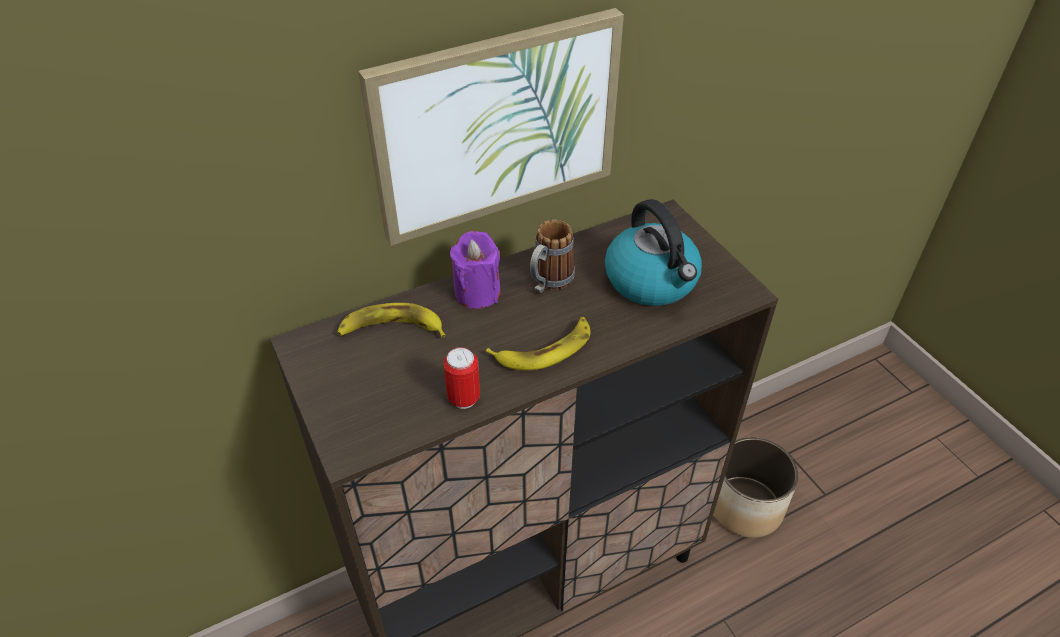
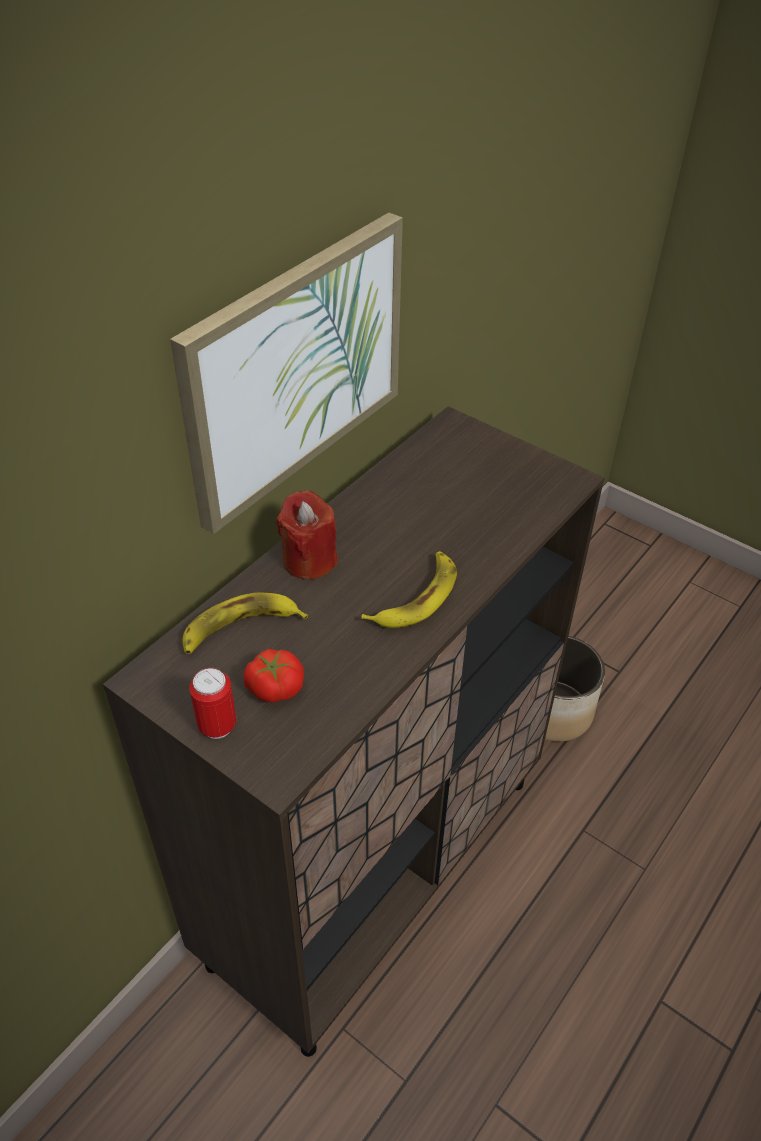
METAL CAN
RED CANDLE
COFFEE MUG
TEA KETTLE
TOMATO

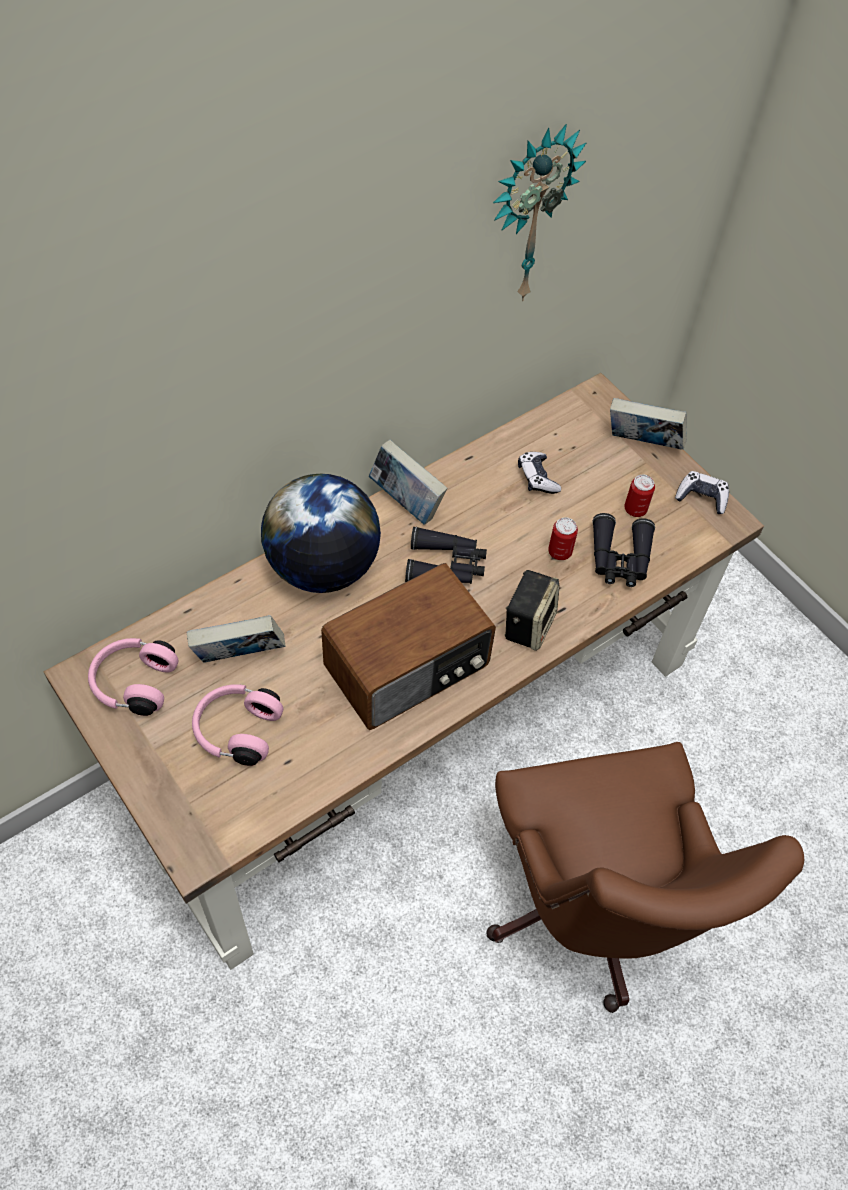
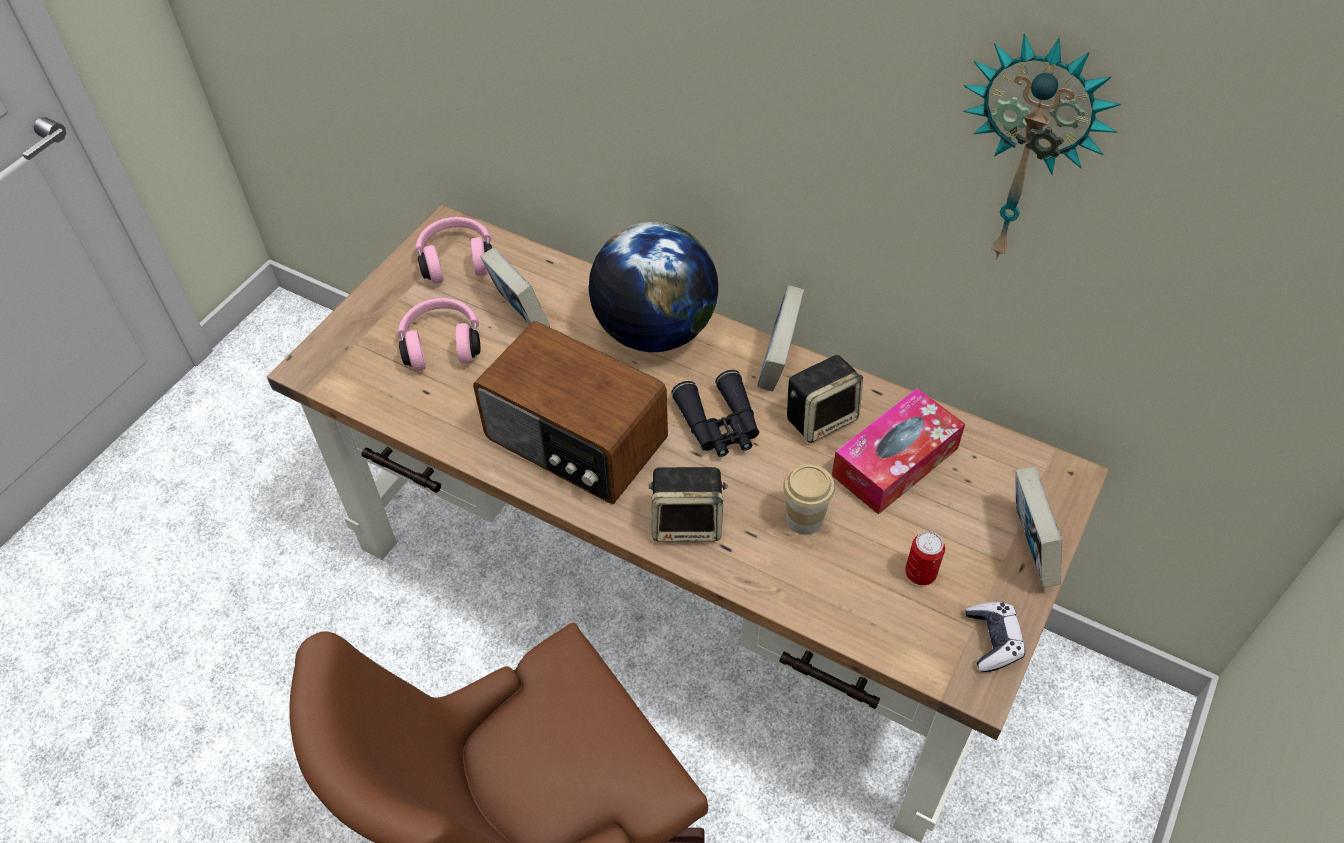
BOX OF TISSUES
SMALL CUP
BLACKISH FIELD GLASSES (no. 2 from left in the first image)
SPEAKER (no. 2 from left)

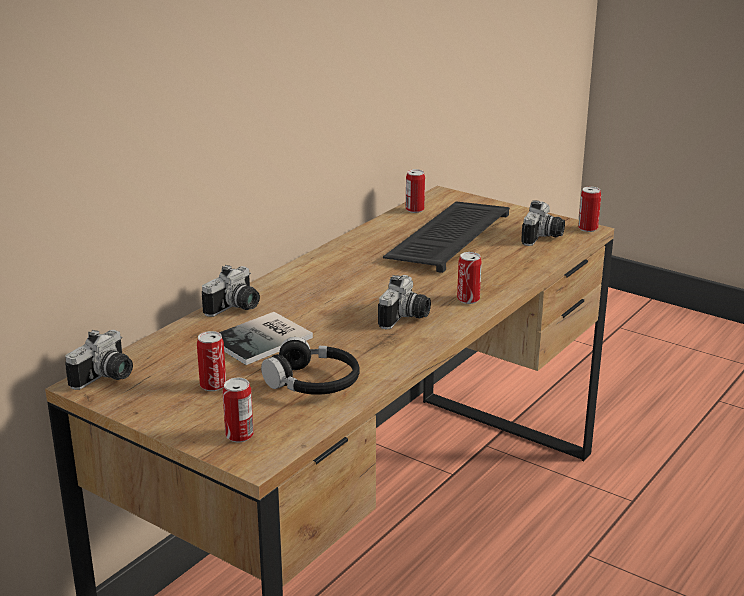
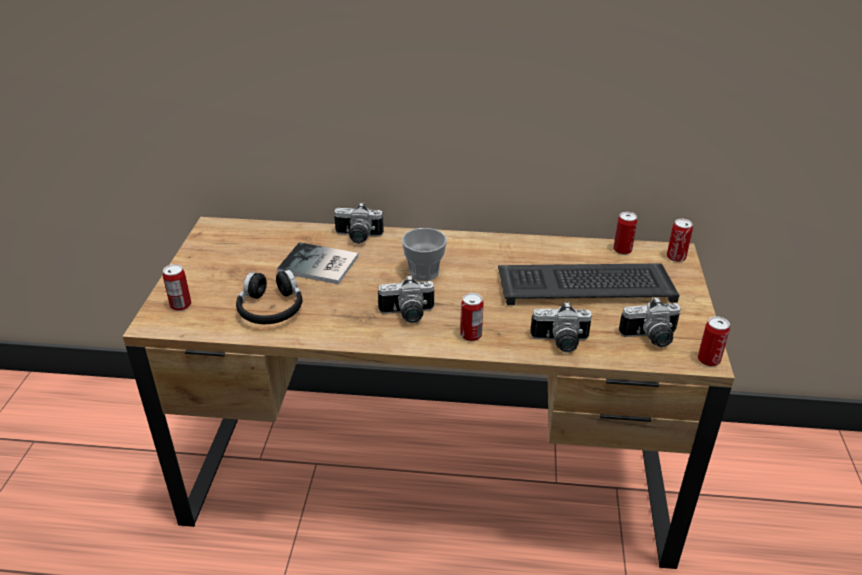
STILL CAMERA (no. 3 from left)
METAL CAN (no. 4 from left)
SMALL CUP

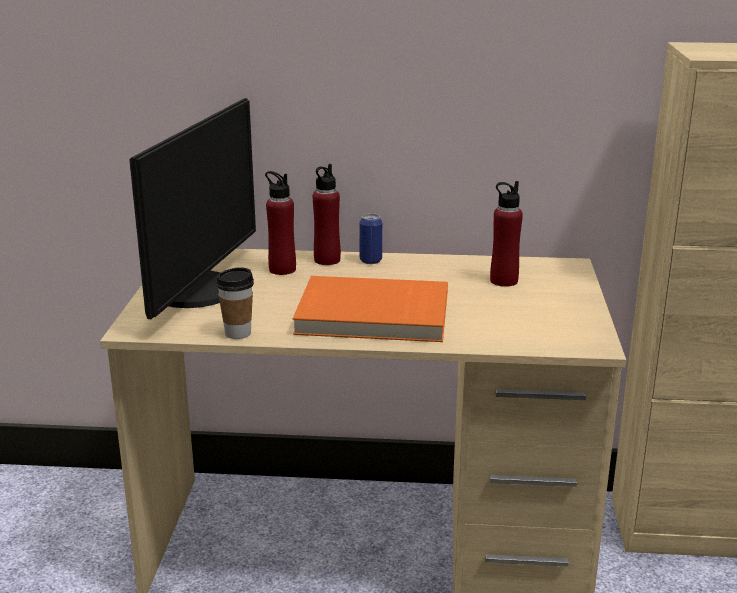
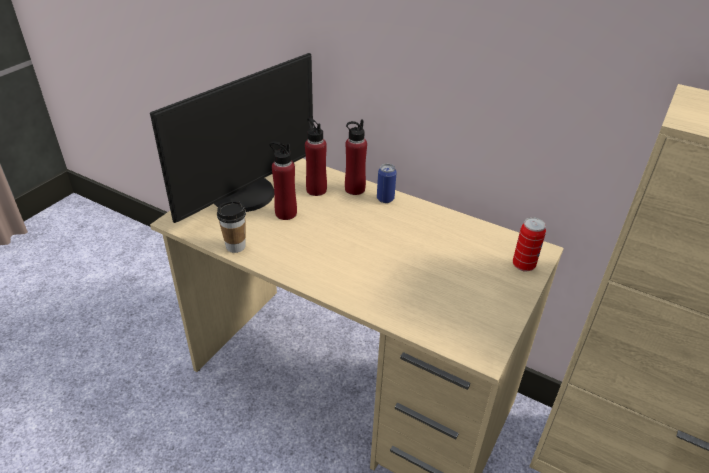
ORANGE VOLUME
RED BOTTLE (no. 1 from left)
METAL CAN (no. 2 from left)

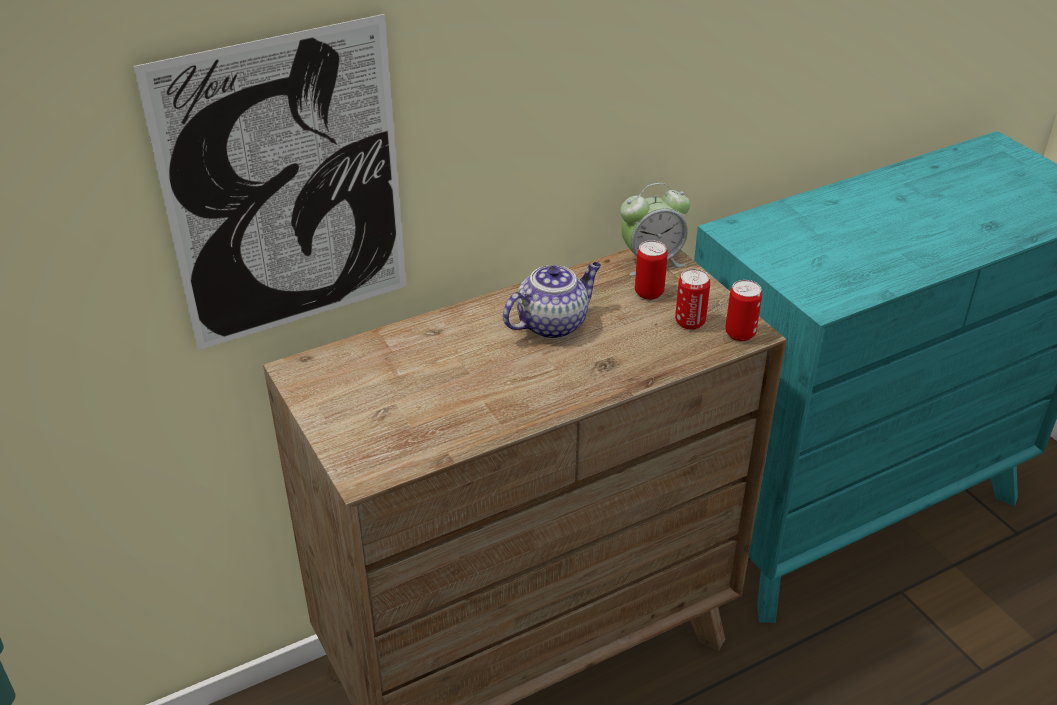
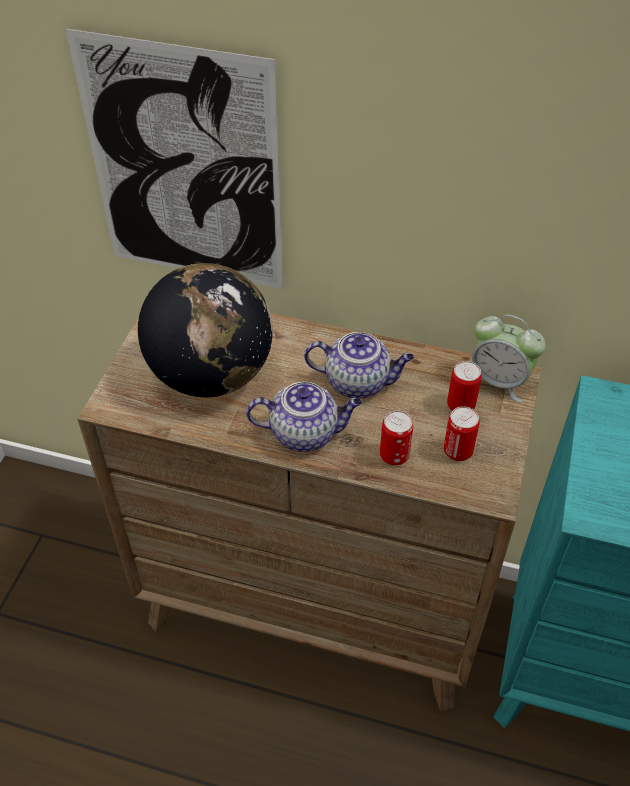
METAL CAN (no. 1 from left)
DESK GLOBE
TEAPOT (no. 1 from left)

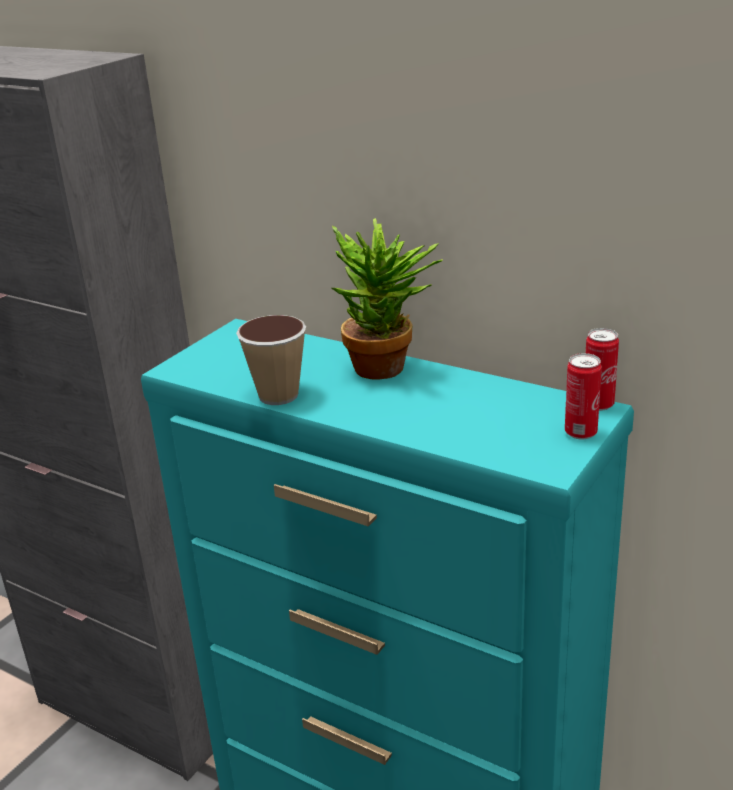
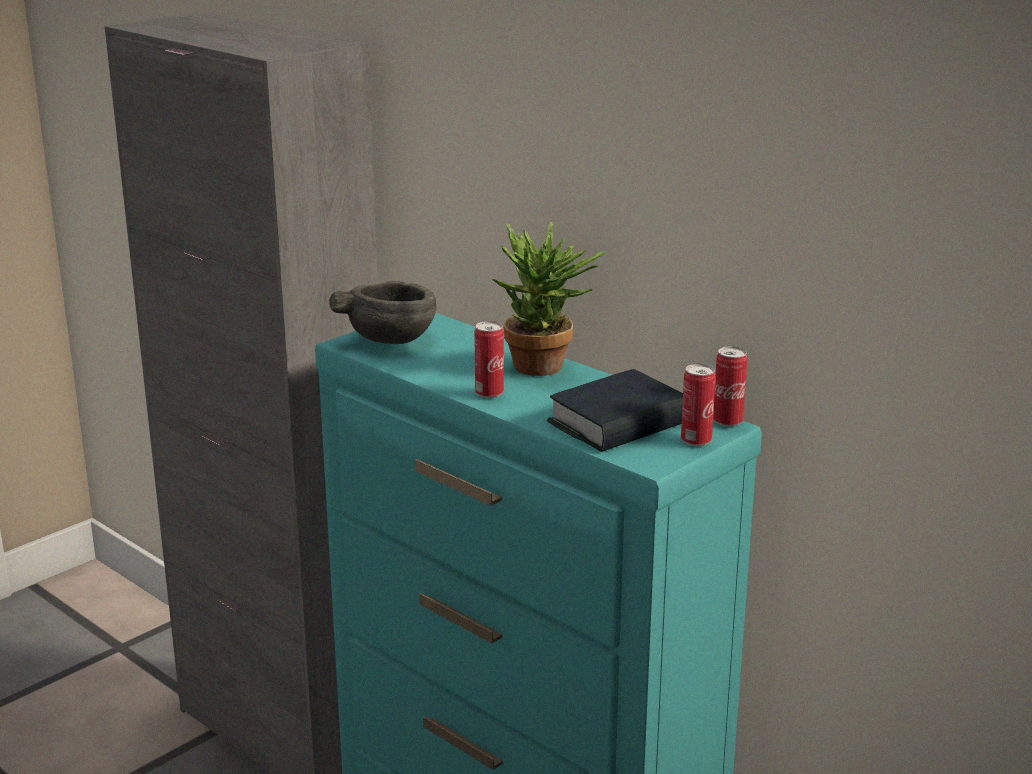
SMALL CUP
GREY DEEP DISH
METAL CAN (no. 1 from left)
VOLUME

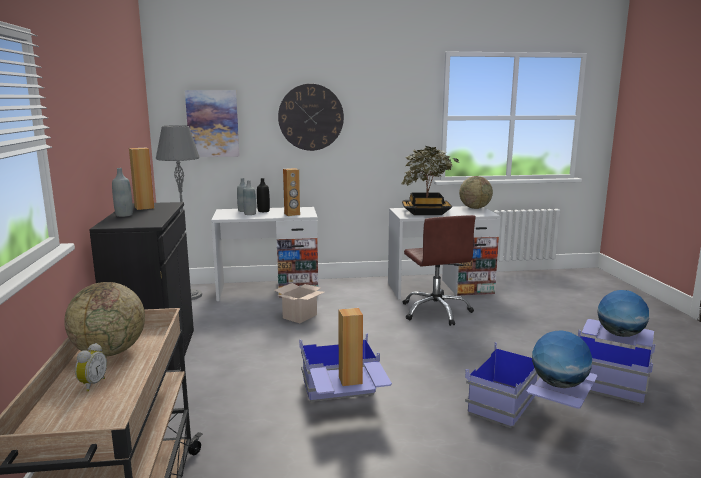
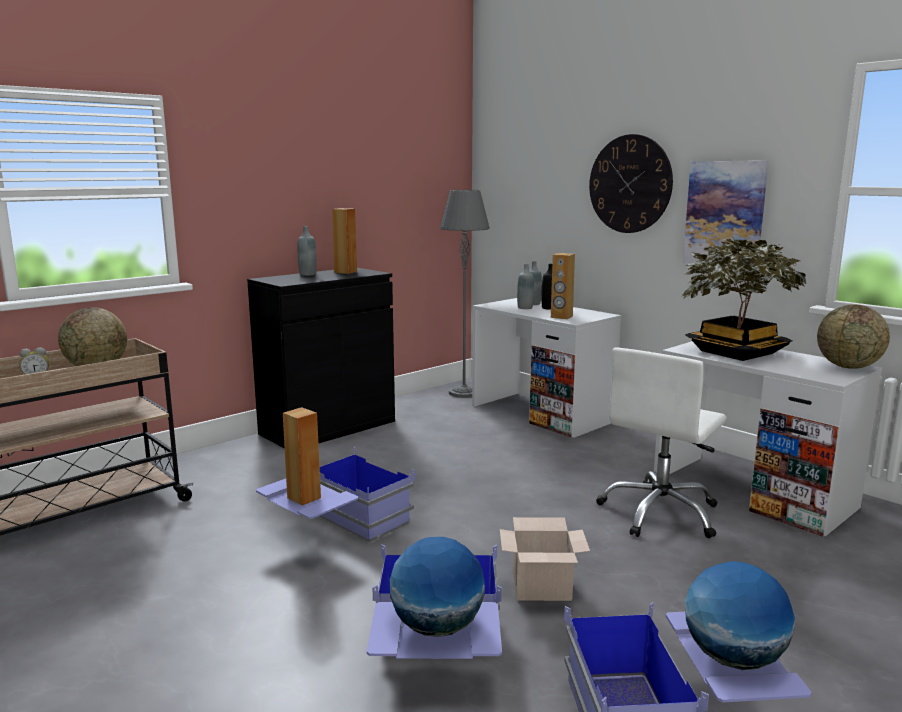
PICTURE
CARTON
WHITE-COLOURED DESK CHAIR

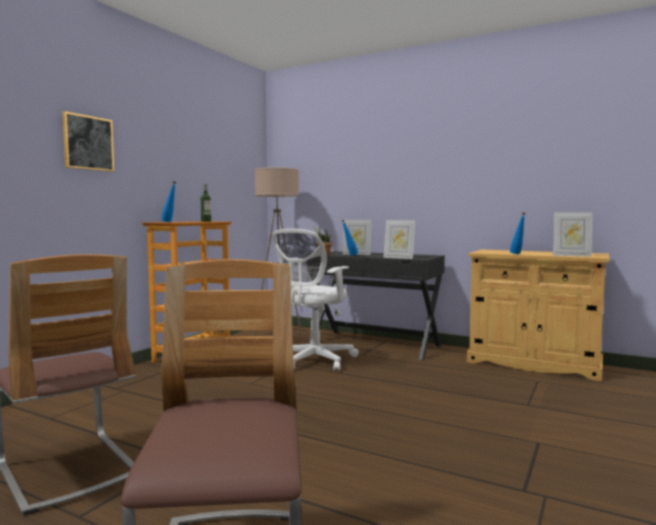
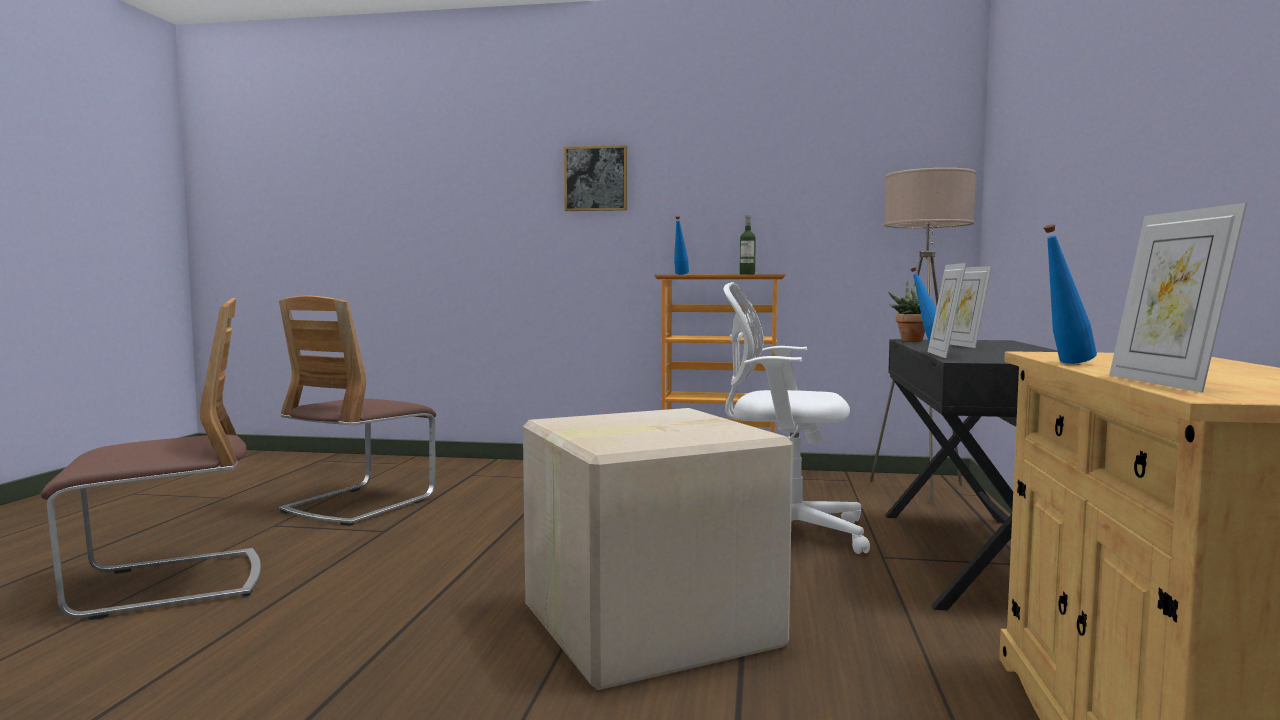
CARTON

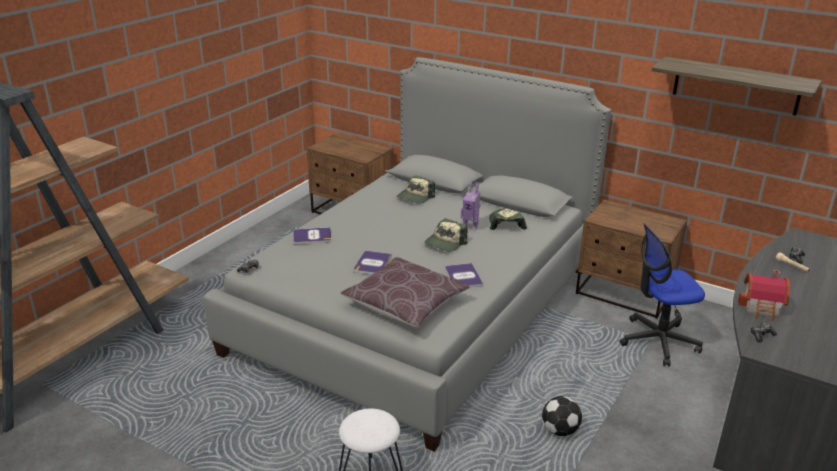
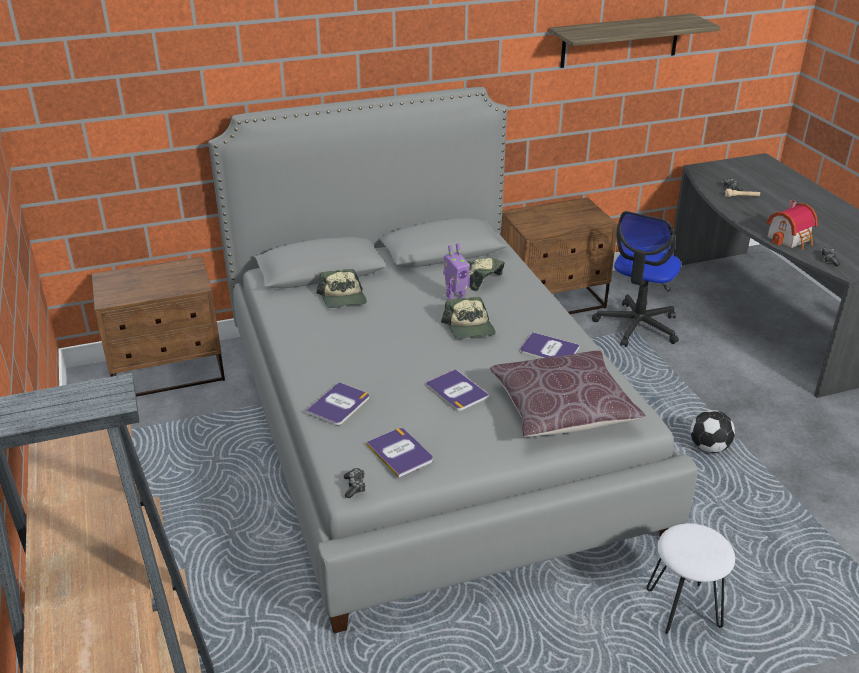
VOLUME (no. 2 from left)

